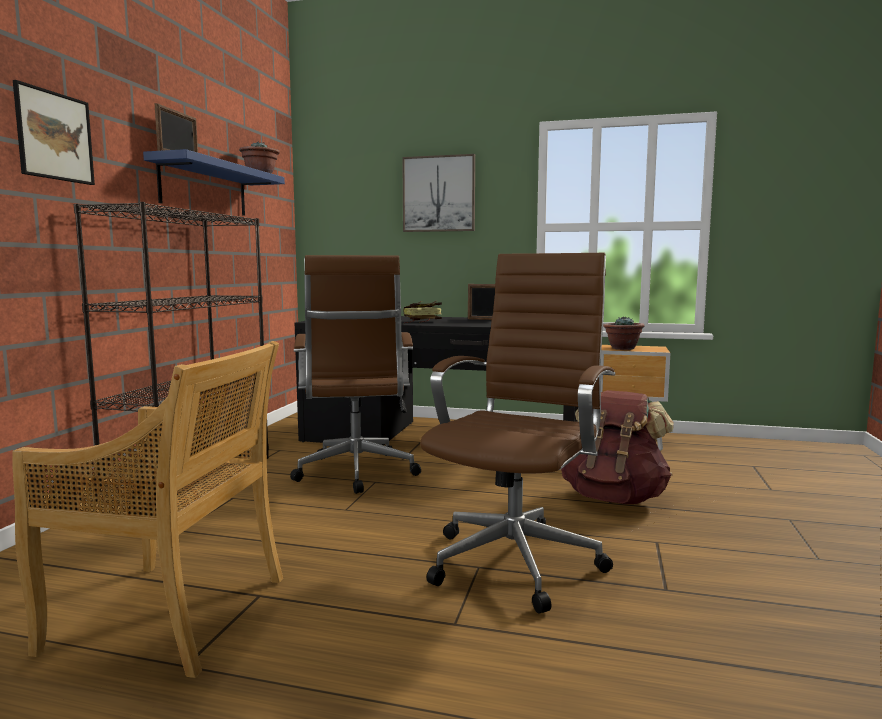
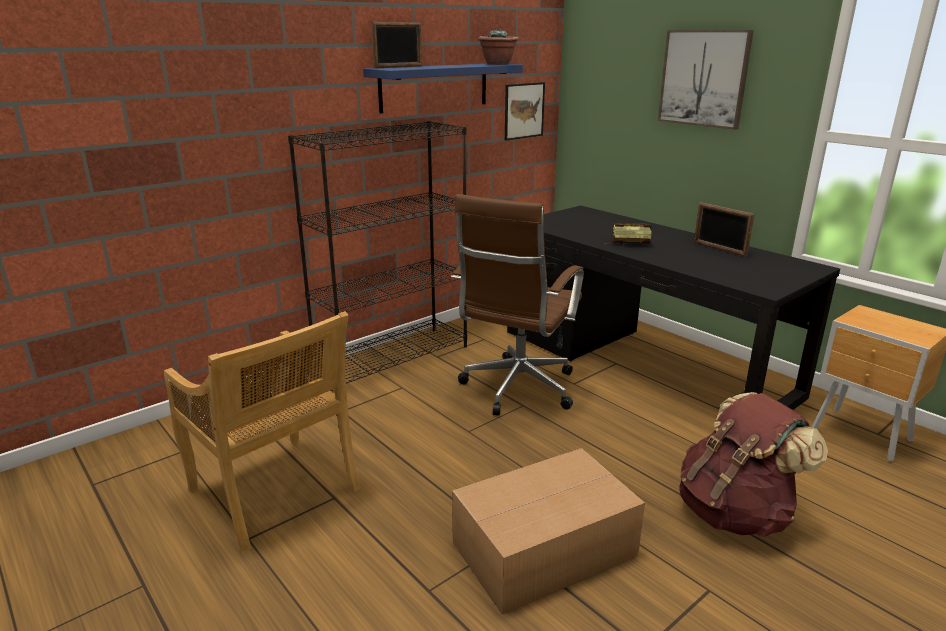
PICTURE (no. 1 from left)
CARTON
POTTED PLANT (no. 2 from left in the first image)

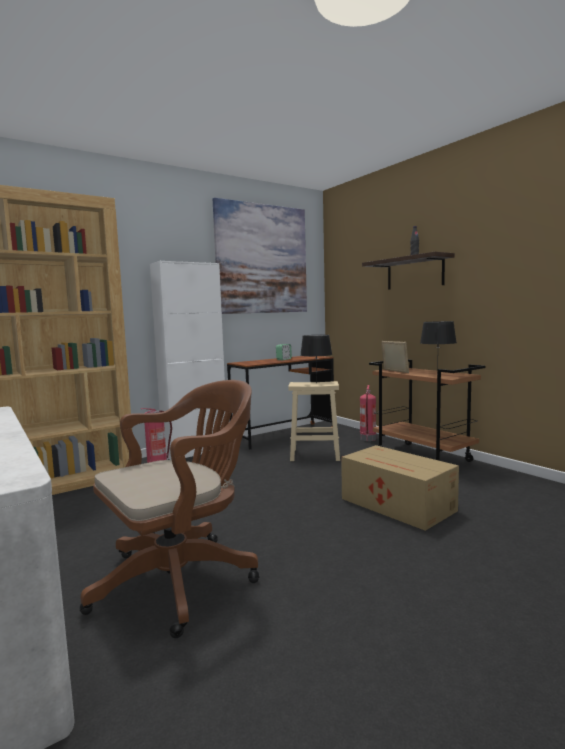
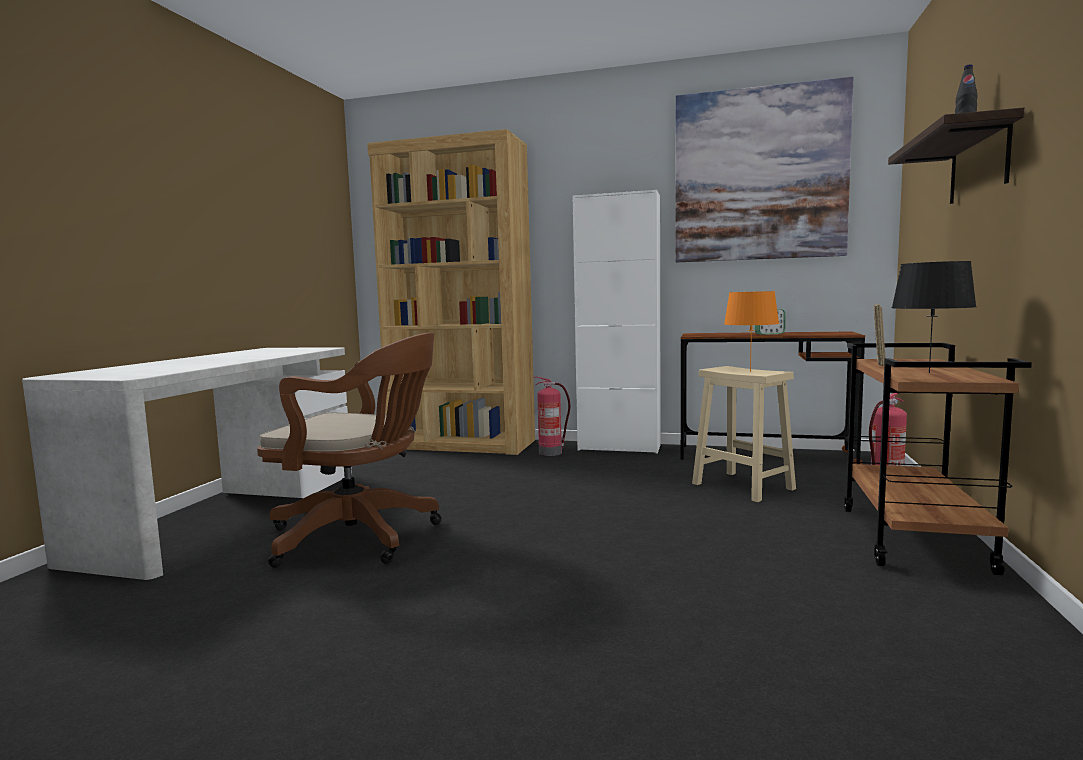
ORANGE TABLE LAMP
CARTON

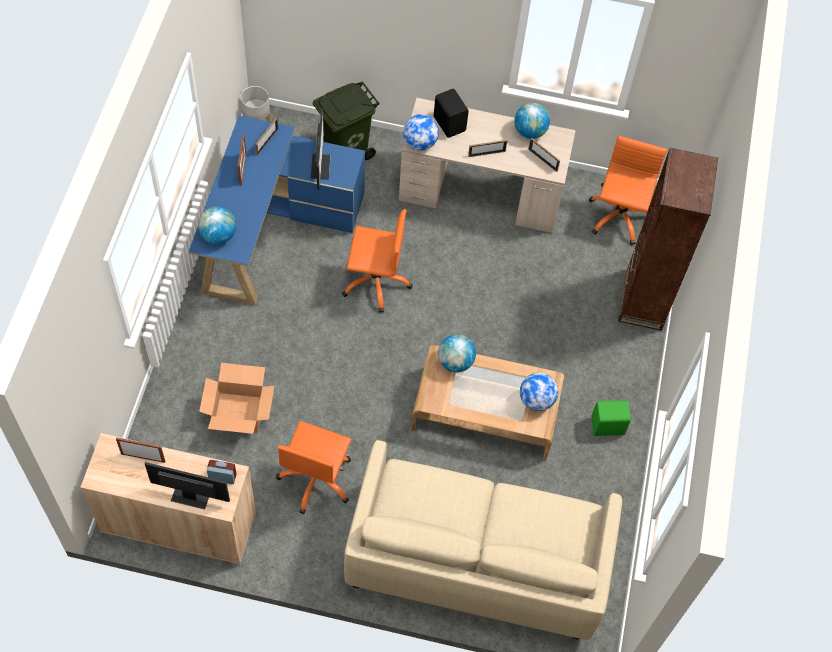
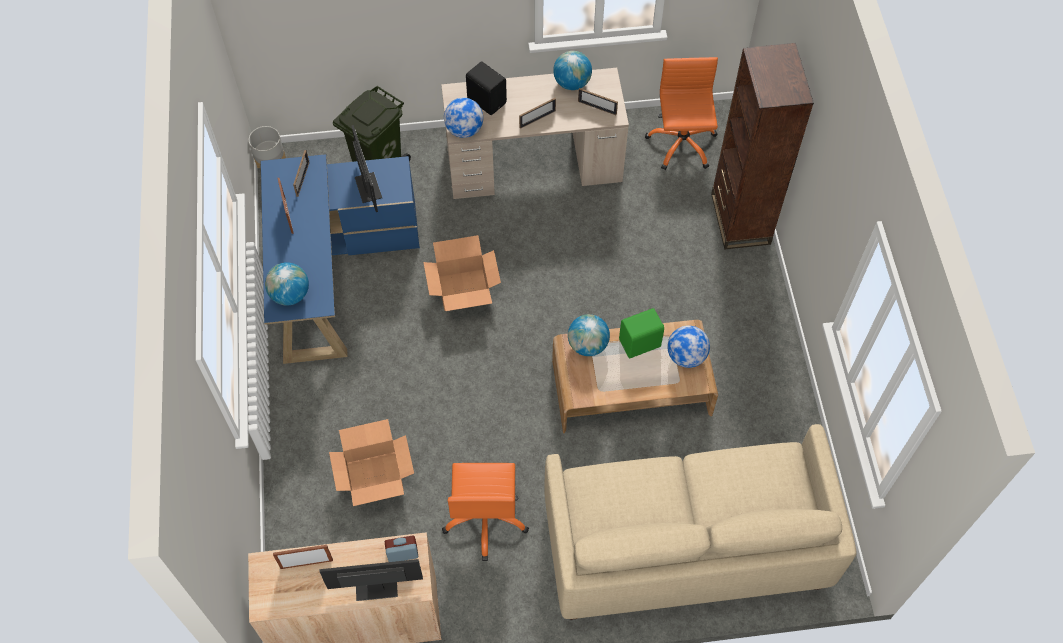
CARTON (no. 2 from left)
GREEN-COLOURED SPEAKER

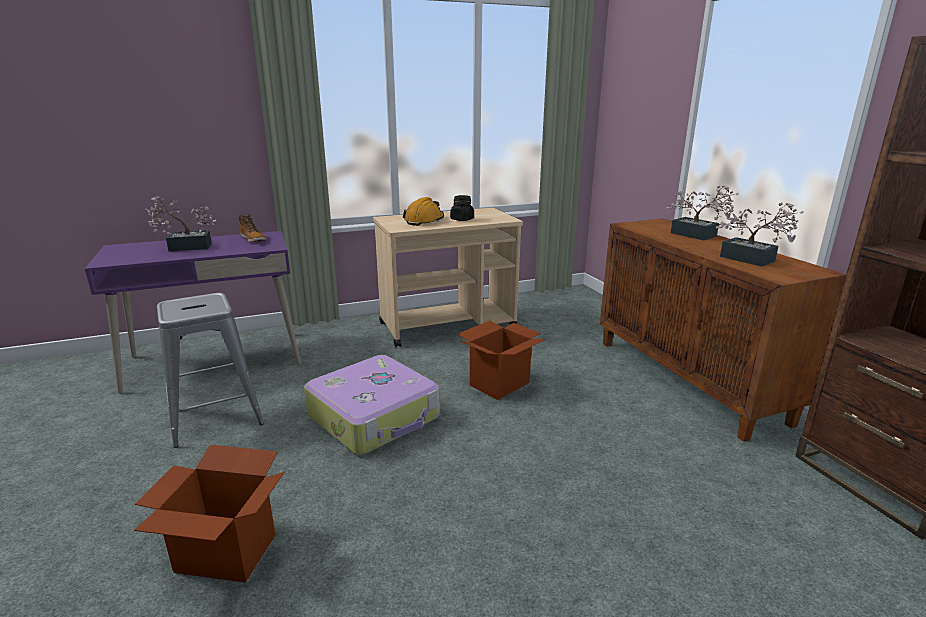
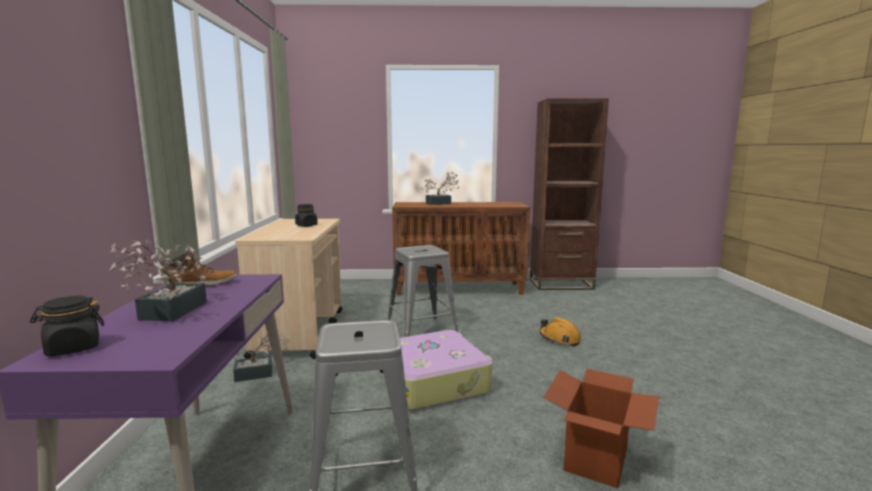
ORANGE WORK HELMET
GREY STOOL (no. 2 from left)
POTTED PLANT (no. 2 from left)
BLACKISH STORAGE JAR (no. 1 from left)

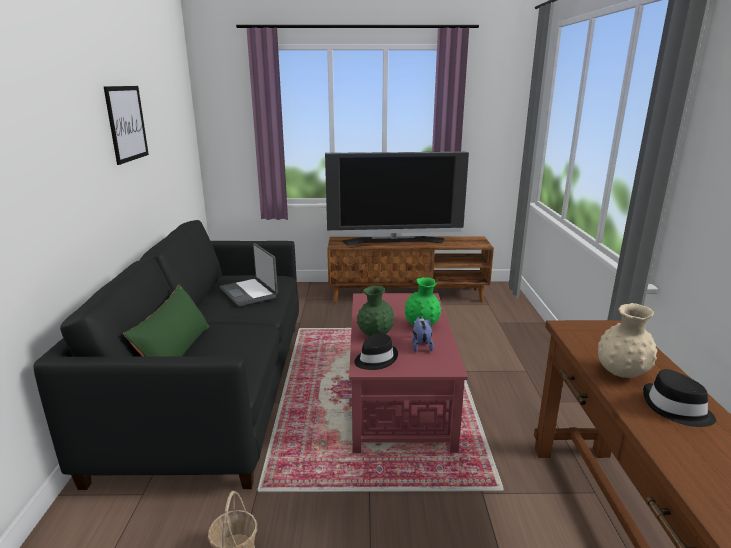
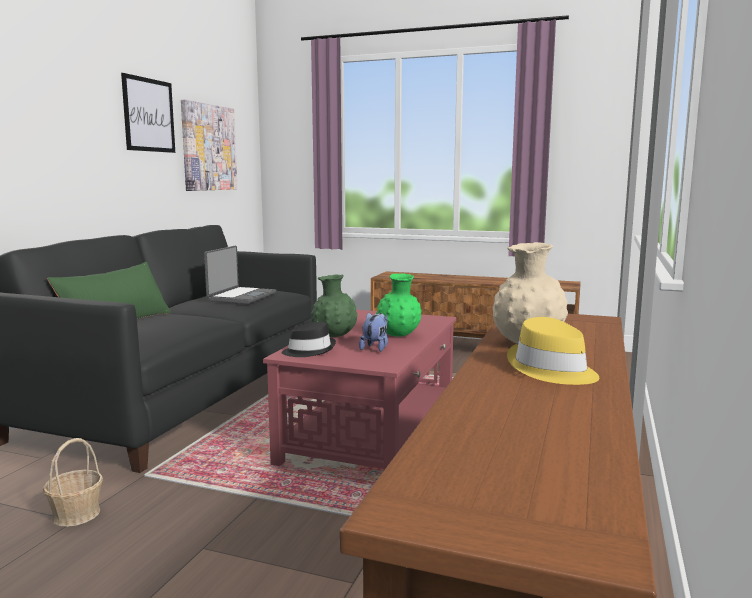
PORTABLE COMPUTER
TELEVISION
YELLOWISH CLOTHING HAT
PICTURE (no. 2 from left)

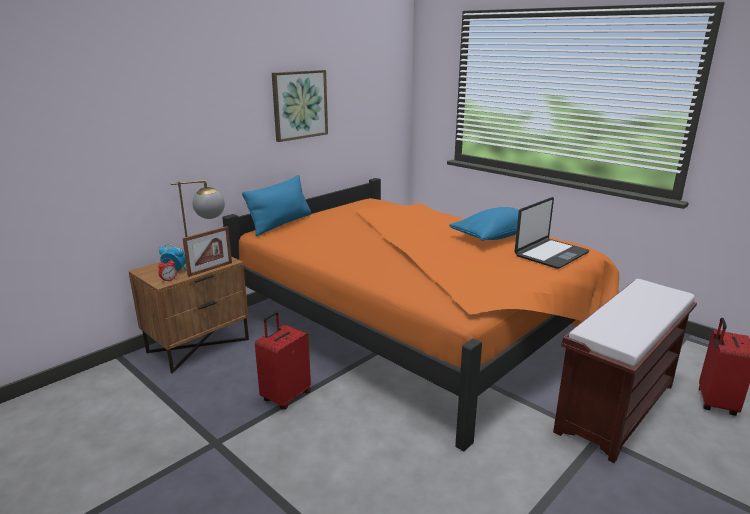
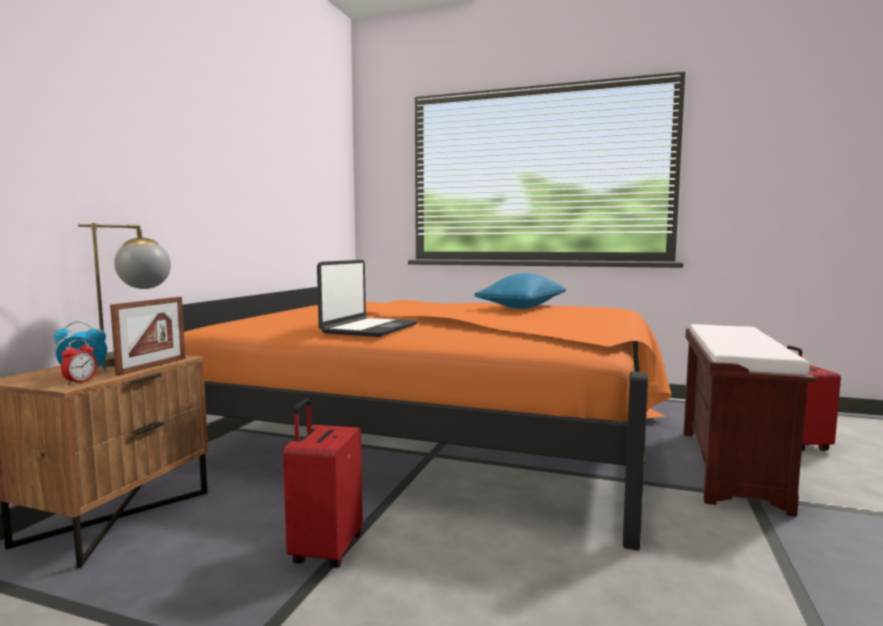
BLUISH PILLOW (no. 1 from left in the first image)
PICTURE
PORTABLE COMPUTER

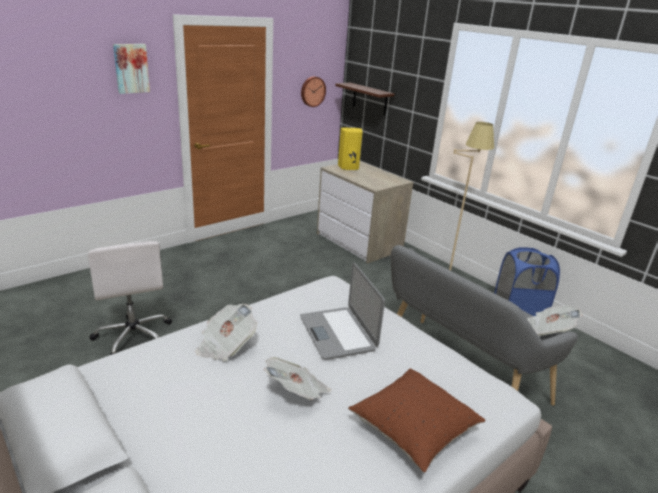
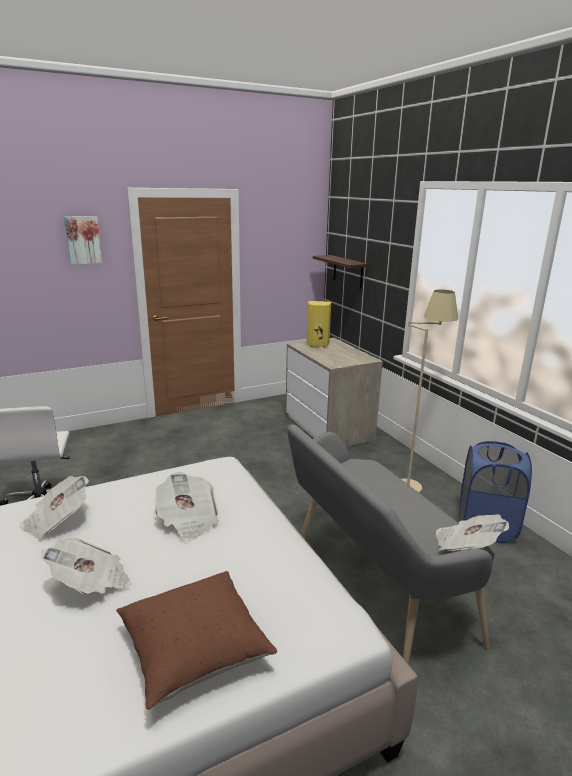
PRINTED PAPER (no. 3 from left)
CLOCK ON THE WALL

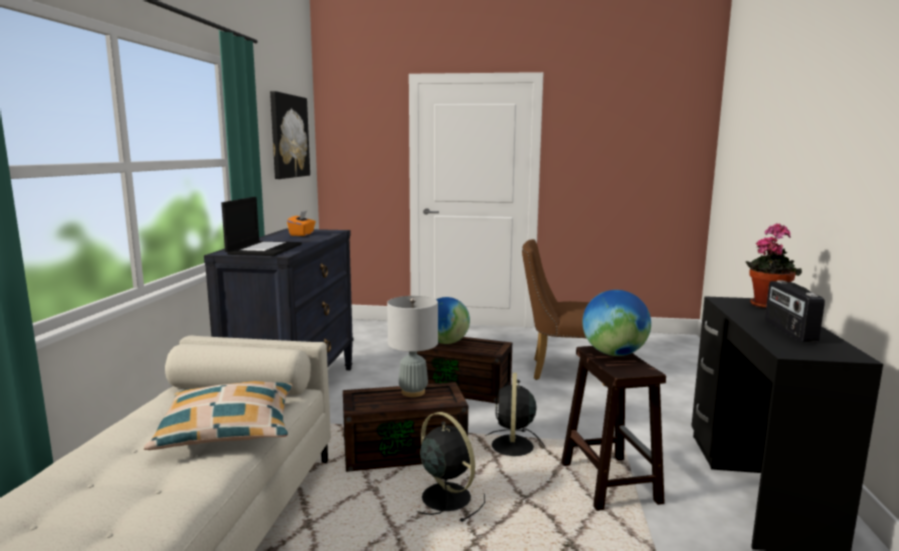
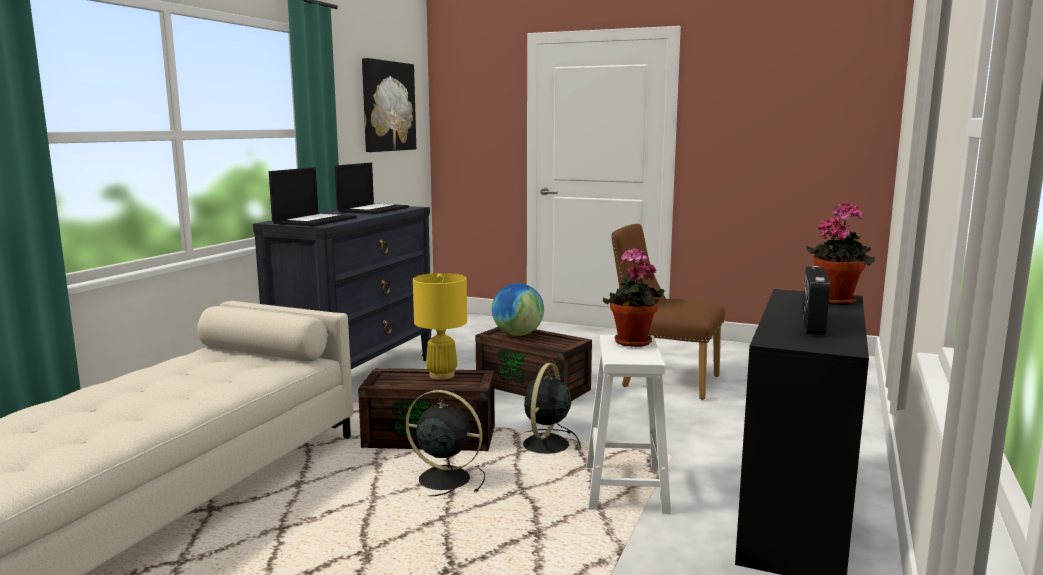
PILLOW
PORTABLE COMPUTER (no. 2 from left)
YELLOWISH TABLE LAMP
BLACKISH COOLING FAN (no. 1 from left)
WHITE-COLOURED STOOL
POTTED PLANT (no. 1 from left)

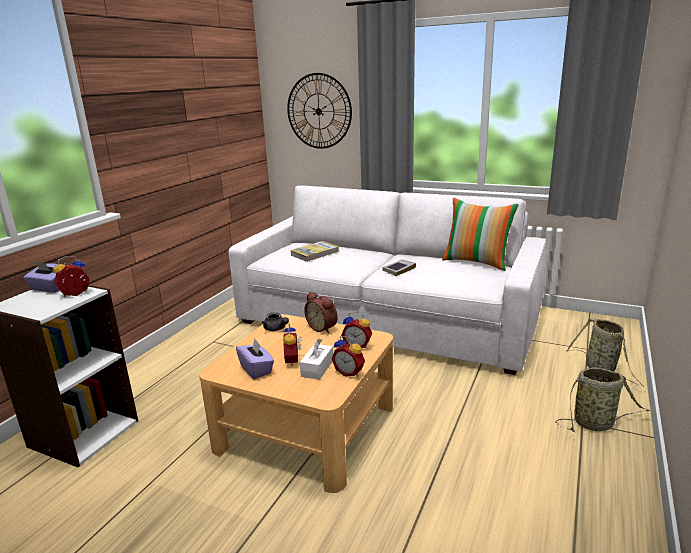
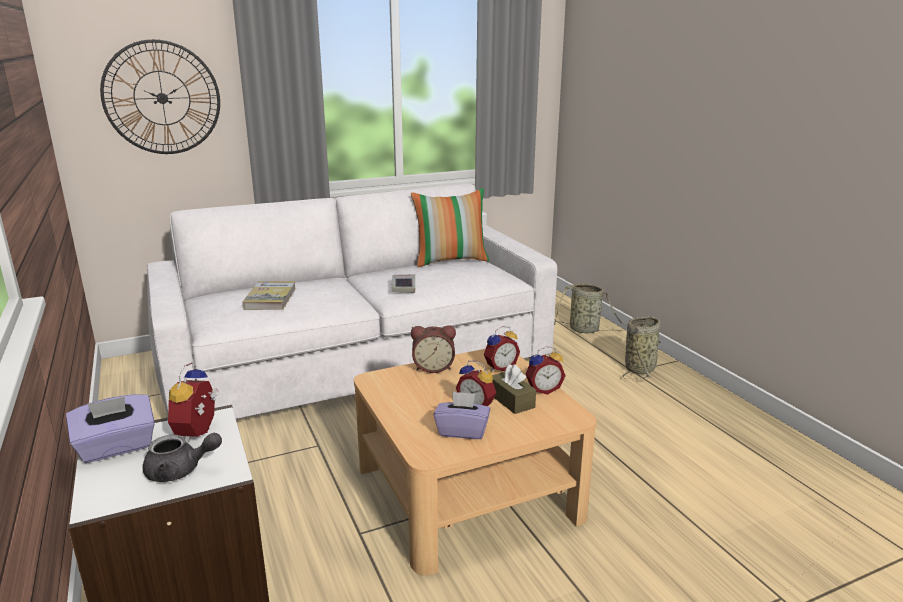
GREY TEAPOT
BROWN BOX OF TISSUES

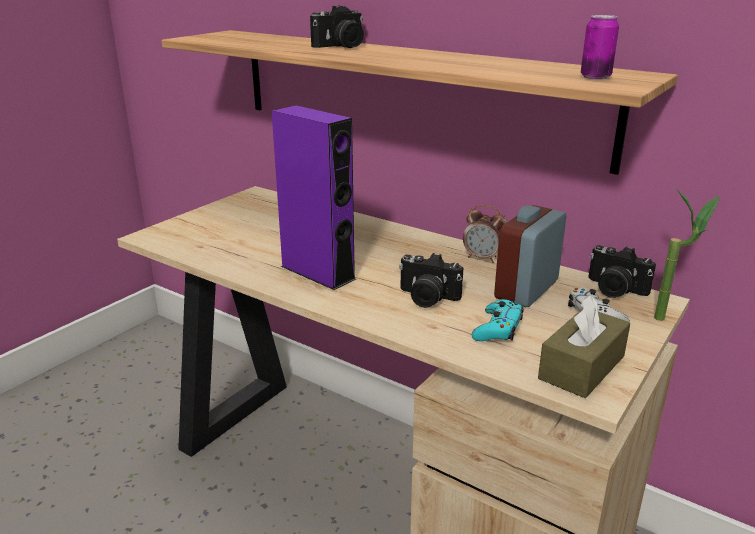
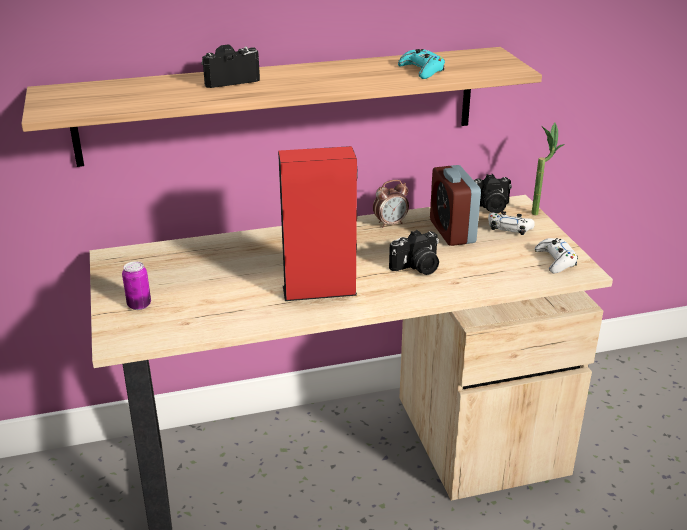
RED SPEAKER
STILL CAMERA (no. 1 from left)
TURQUOISE GAMEPAD
WHITE-COLOURED GAMEPAD (no. 2 from left)
METAL CAN

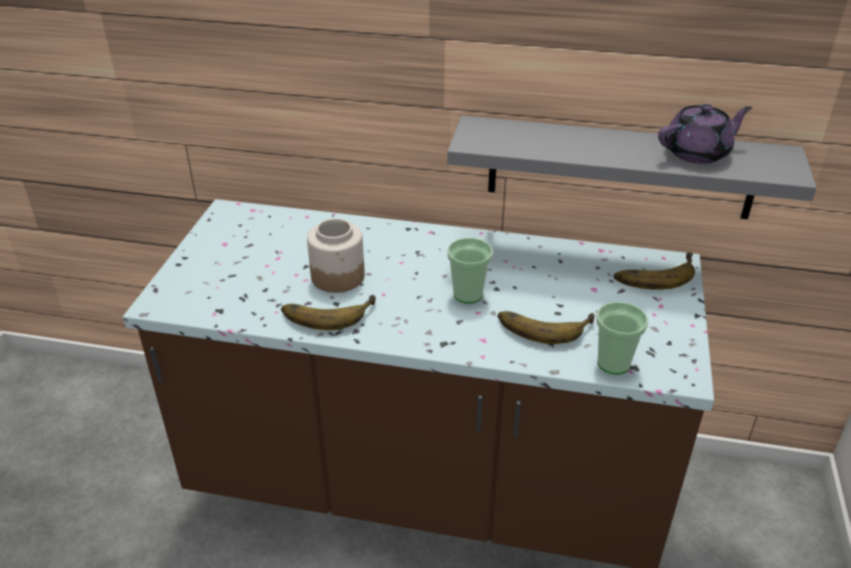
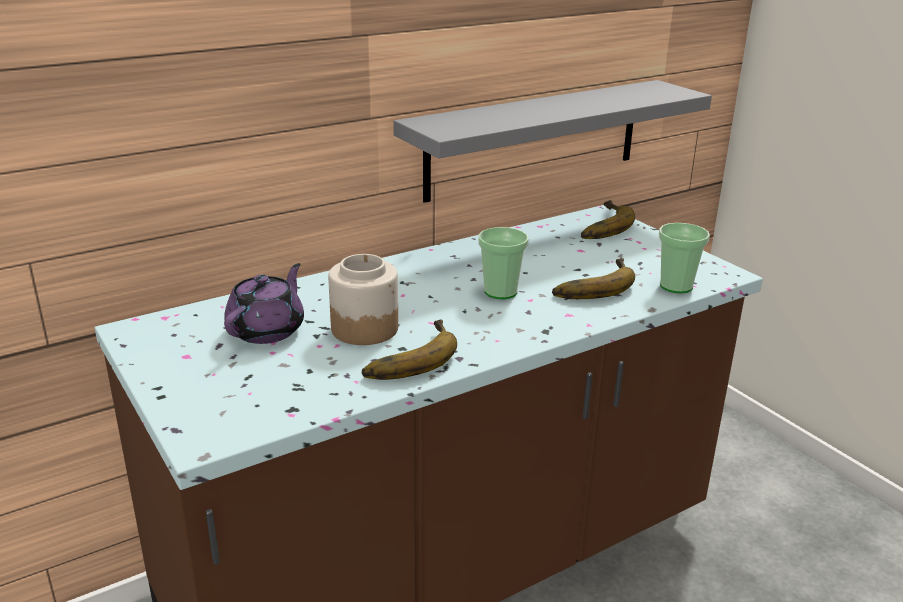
PURPLE TEAPOT

